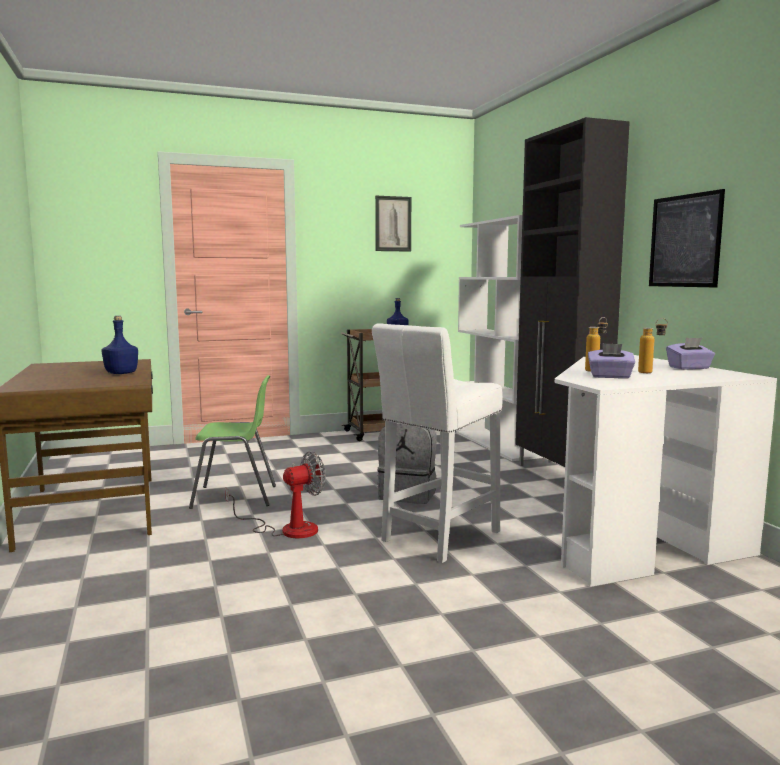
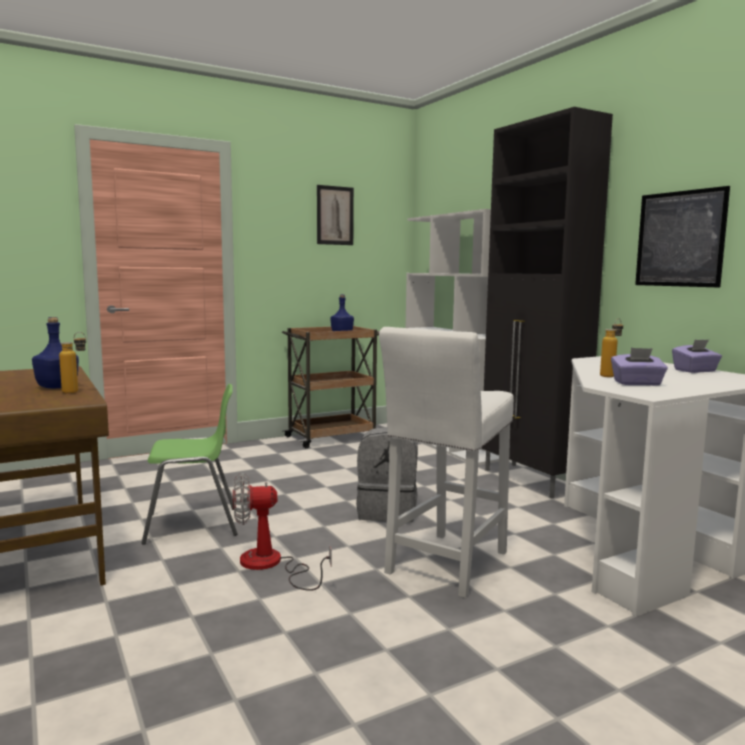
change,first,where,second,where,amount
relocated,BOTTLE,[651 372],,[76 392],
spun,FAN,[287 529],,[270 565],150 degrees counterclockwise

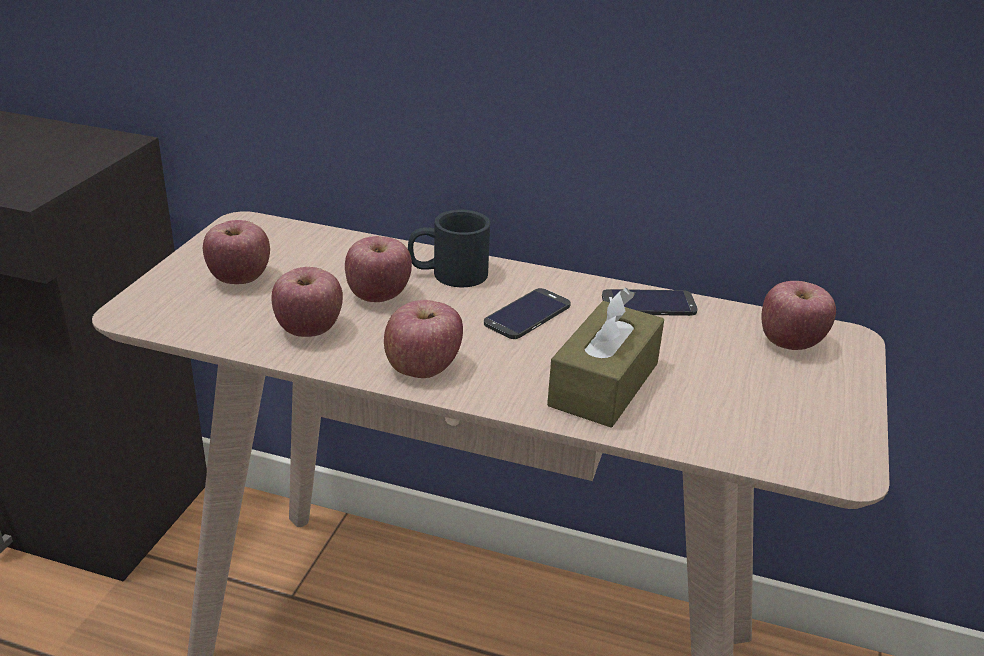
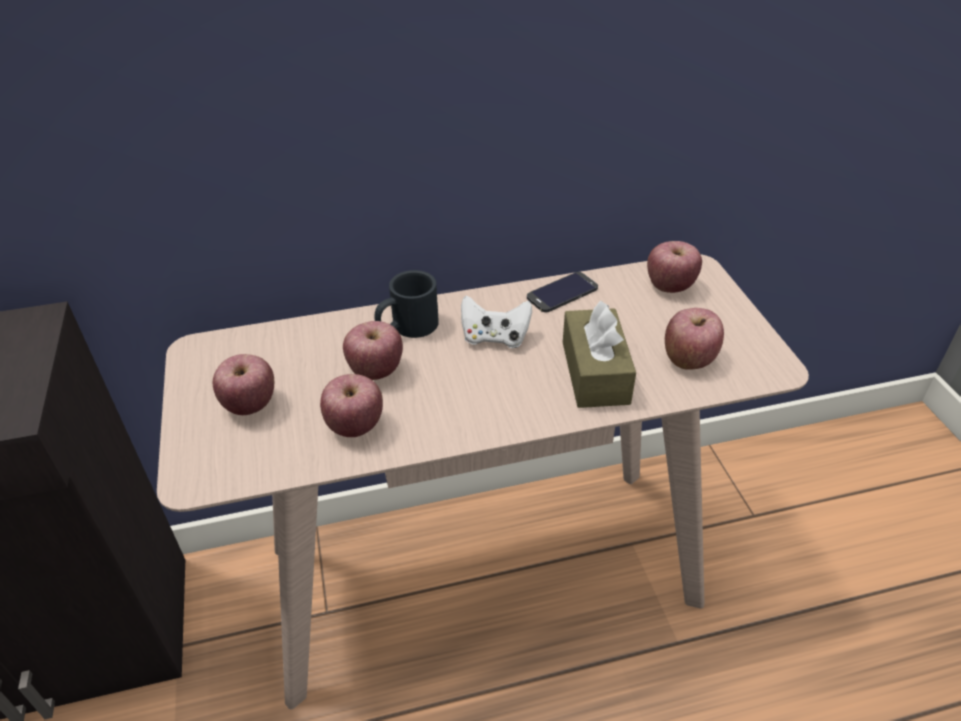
change,first,where,second,where,amount
relocated,APPLE,[422 368],,[689 359],
exchanged,PHONE,[528 314],WHITE GAME CONTROLLER,[495 338],

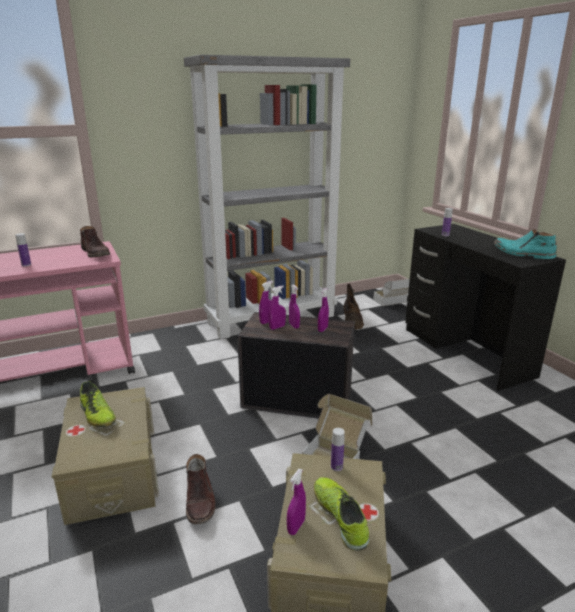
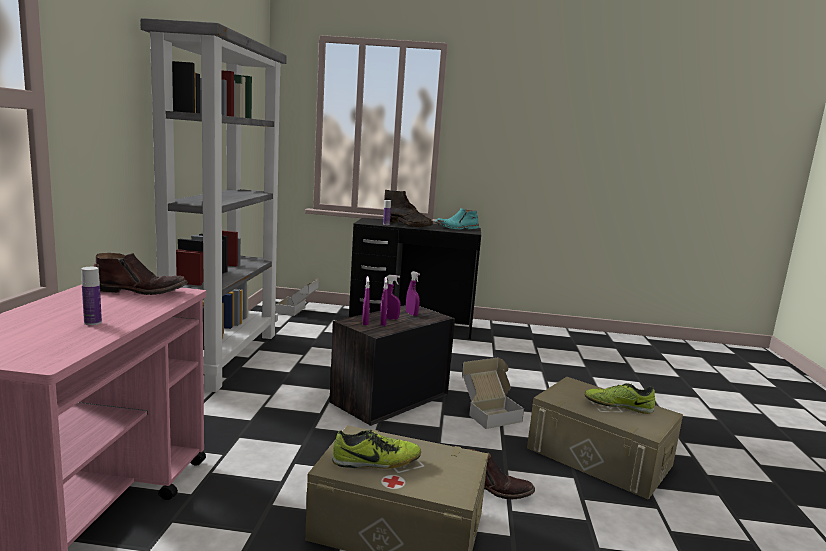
change,first,where,second,where,amount
missing,PURPLE SPRAY BOTTLE,[296 526],,,
missing,BOTTLE,[336 467],,,
relocated,BROWN BOOT,[352 321],,[407 224],

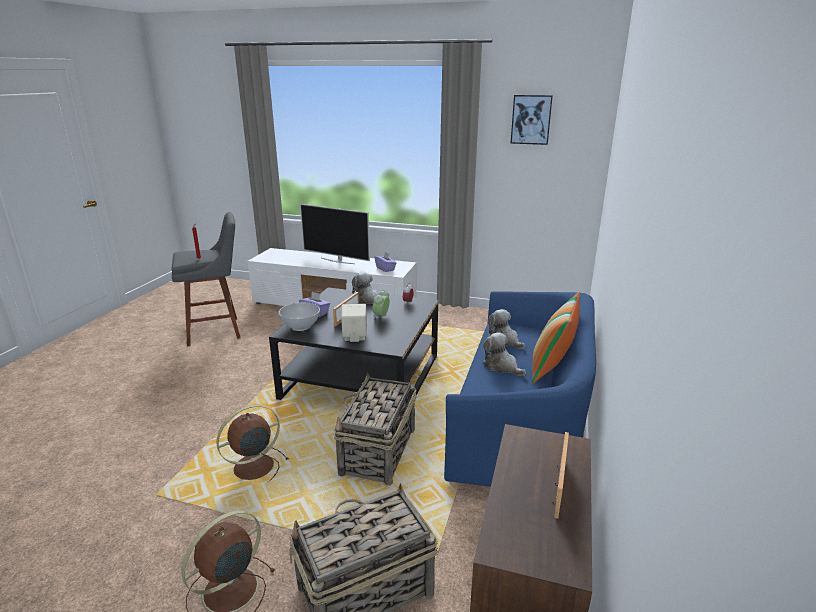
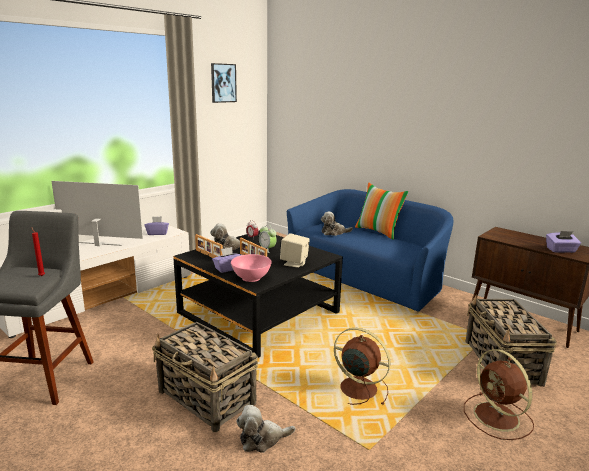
change,first,where,second,where,amount
appeared,,,PURPLE TISSUE BOX,[561 250],
relocated,BASKET,[377 452],,[207 398],
relocated,PLUSH TOY,[502 366],,[262 439],
relocated,PICTURE FRAME,[558 486],,[208 255],
colour,WHITE BOWL,[300 327],PINK BOWL,[251 278],
spun,BROWN FAN,[252 468],,[356 388],135 degrees clockwise
spun,TELEVISION,[338 261],,[99 244],135 degrees counterclockwise

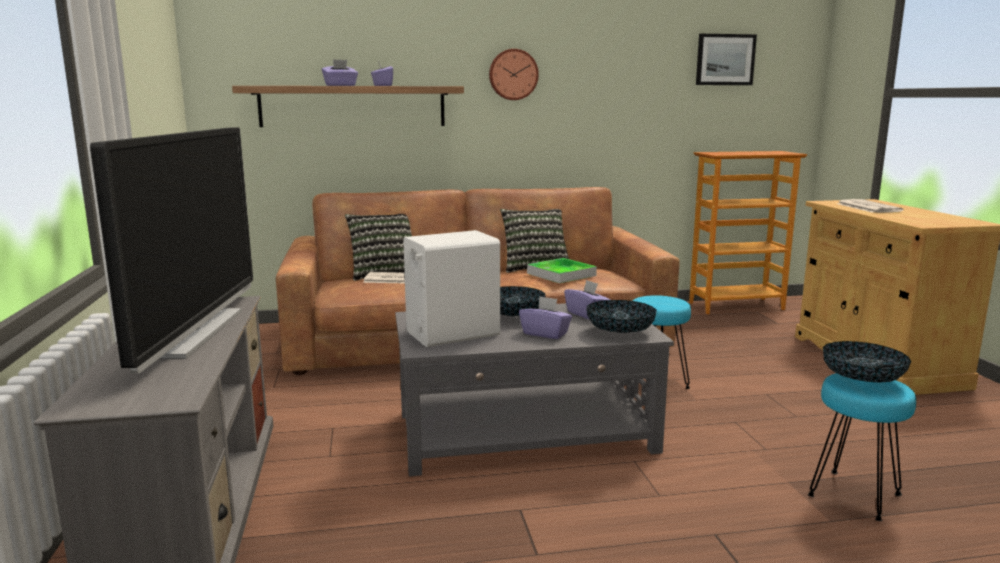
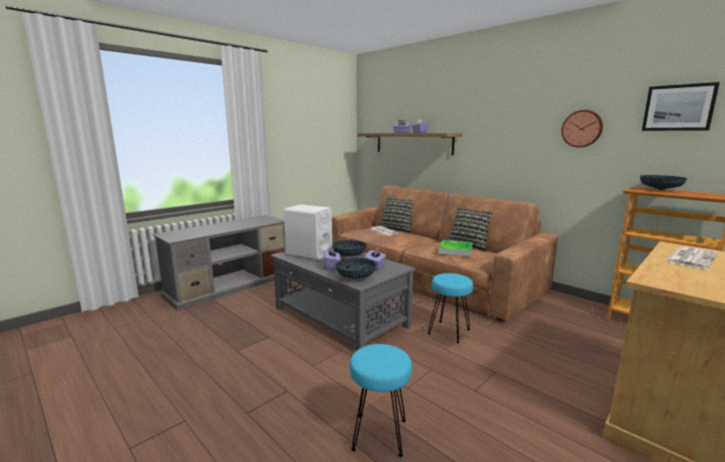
change,first,where,second,where,amount
missing,TELEVISION,[193 333],,,
relocated,WALL CLOCK,[513 74],,[582 128],
relocated,BOWL,[861 380],,[660 190],

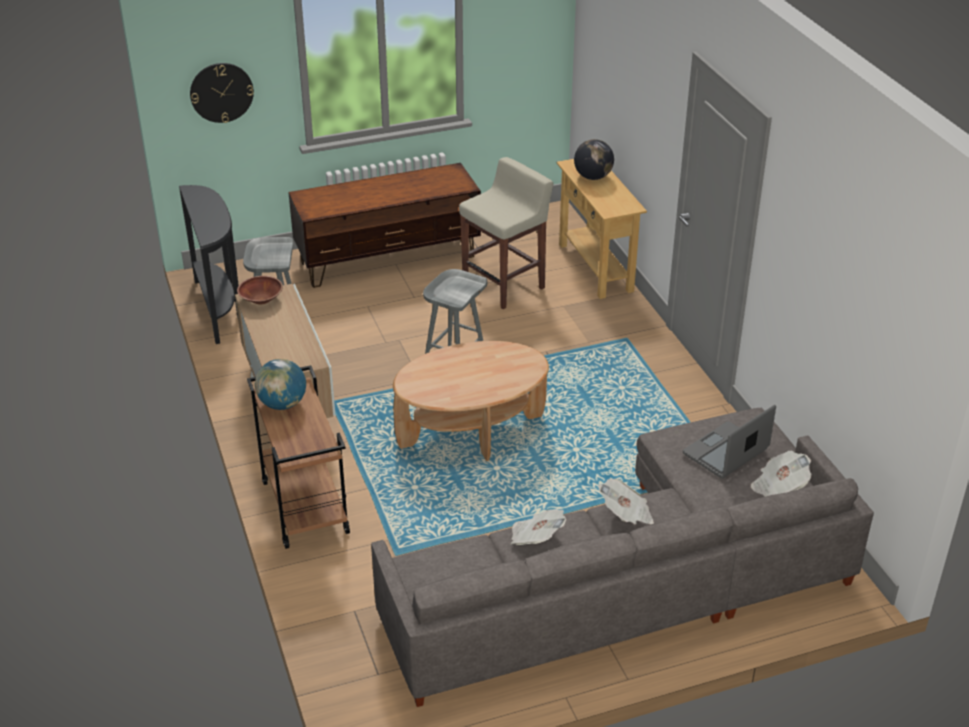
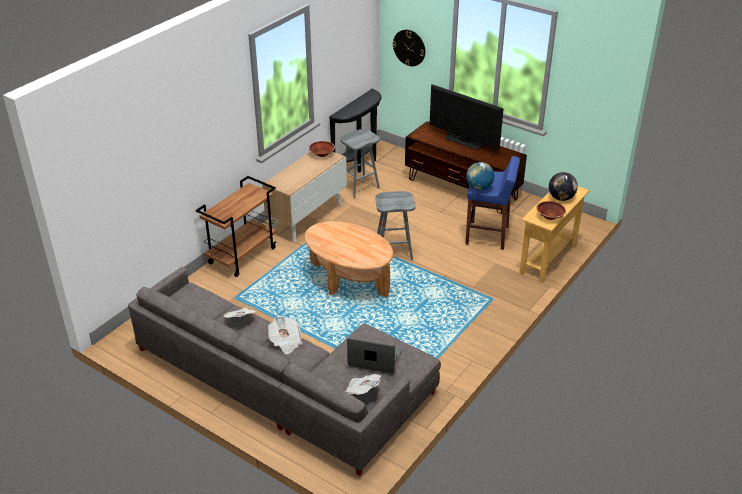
change,first,where,second,where,amount
appeared,,,TELEVISION,[464 141],
appeared,,,BROWN BOWL,[549 216],
relocated,GLOBE,[282 404],,[479 188],
colour,BEIGE STOOL,[505 286],BLUE STOOL,[488 235],

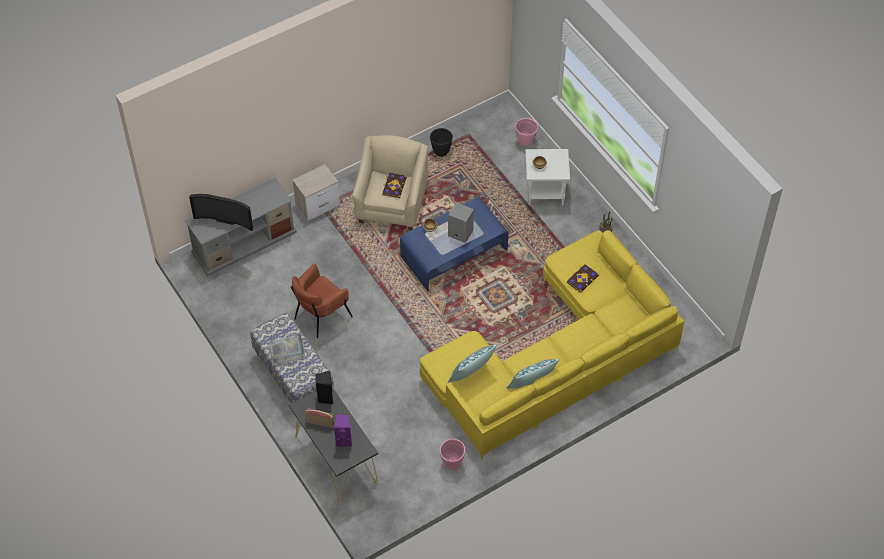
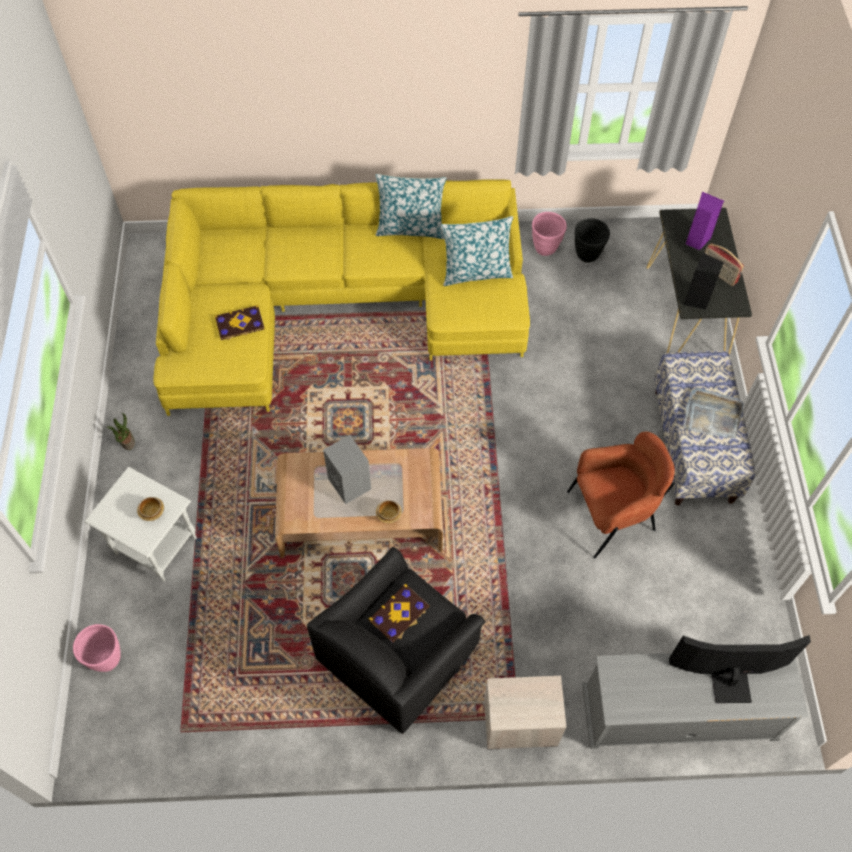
change,first,where,second,where,amount
relocated,BLACK PLANTER,[441 151],,[587 255],
colour,BEIGE ARMCHAIR,[391 204],BLACK ARMCHAIR,[398 656],
colour,BLUE COFFEE TABLE,[454 253],BROWN COFFEE TABLE,[361 515],
spun,TELEVISION,[226 218],,[730 678],45 degrees counterclockwise

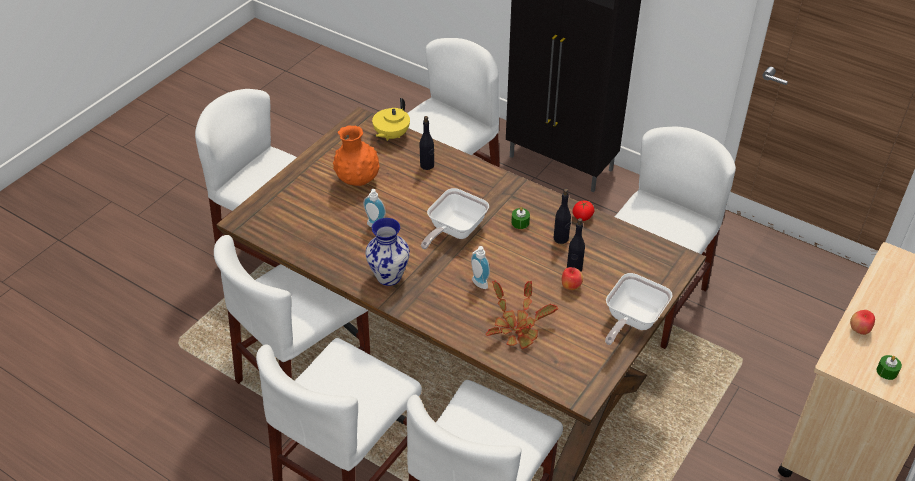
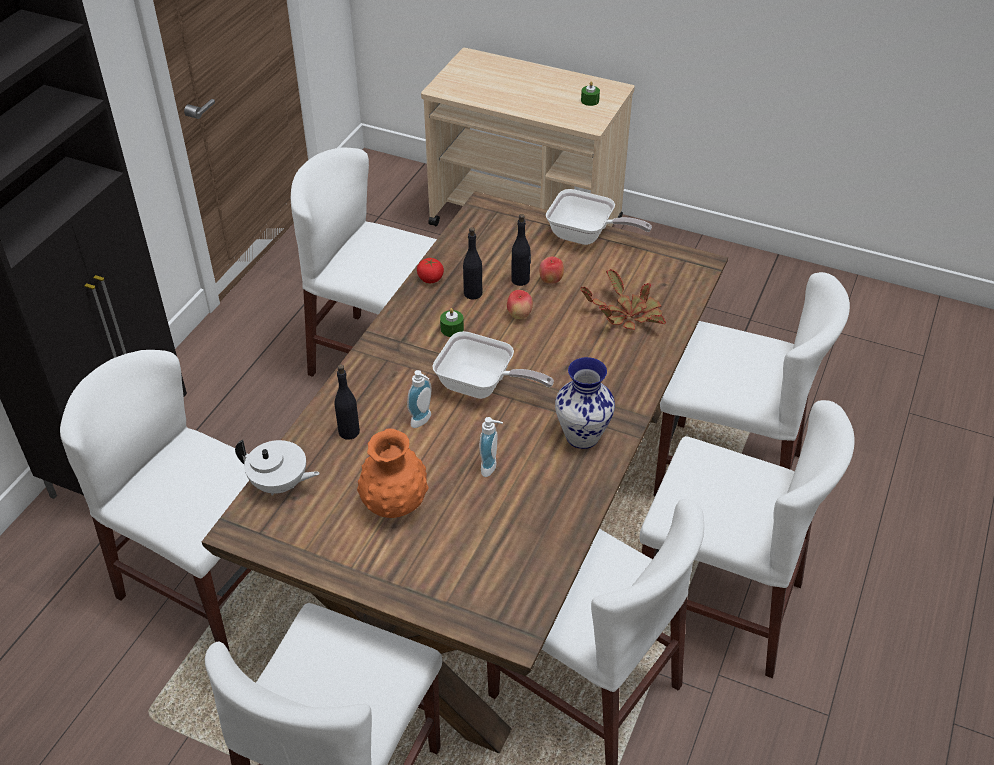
change,first,where,second,where,amount
relocated,SOAP DISPENSER,[478 284],,[423 421],
relocated,APPLE,[859 330],,[519 316],
colour,YELLOW TEAPOT,[391 135],WHITE TEAPOT,[280 484],

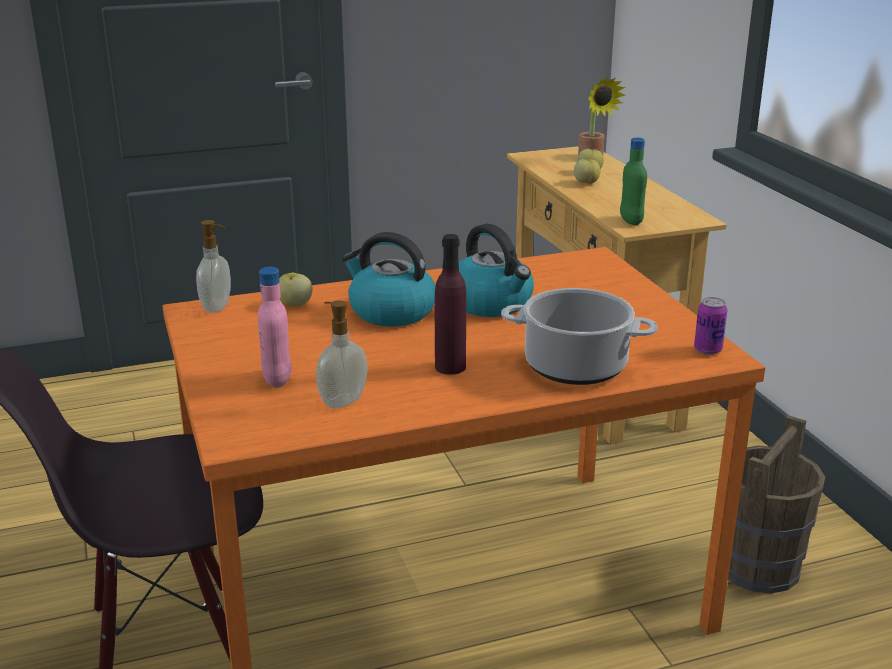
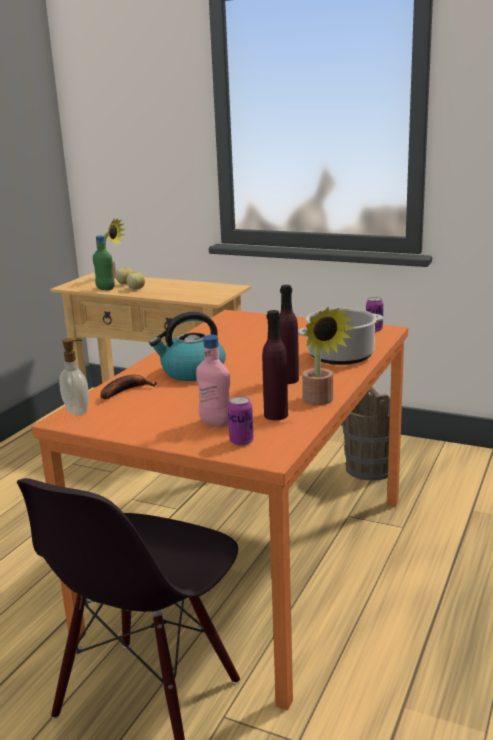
change,first,where,second,where,amount
missing,KETTLE,[491 303],,,
appeared,,,CAN,[241 441],
appeared,,,POTTED PLANT,[320 401],
relocated,GREEN BOTTLE,[631 221],,[105 289],
exchanged,APPLE,[294 304],BANANA,[126 391],
exchanged,SOAP DISPENSER,[342 401],PURPLE BOTTLE,[276 415],

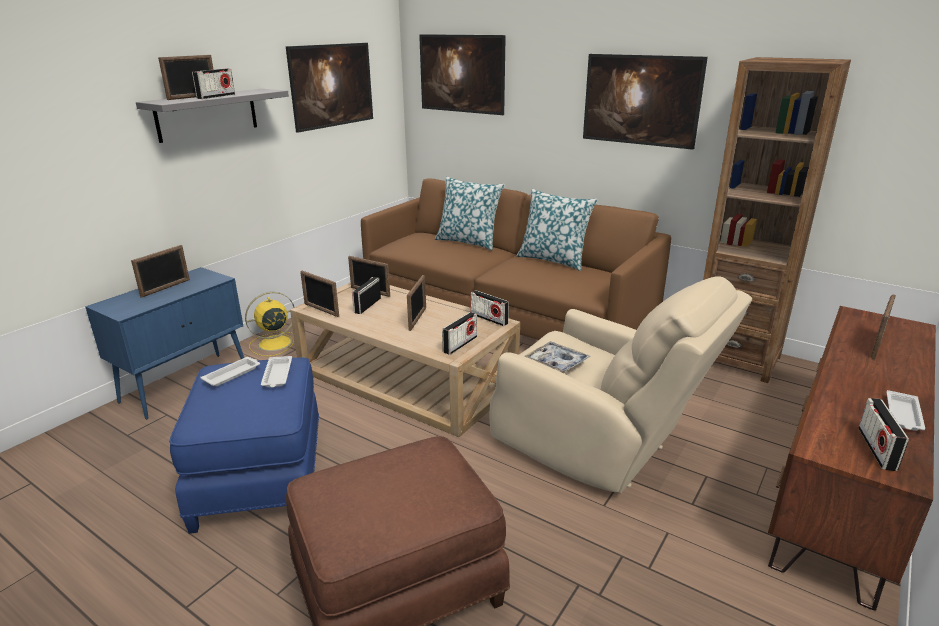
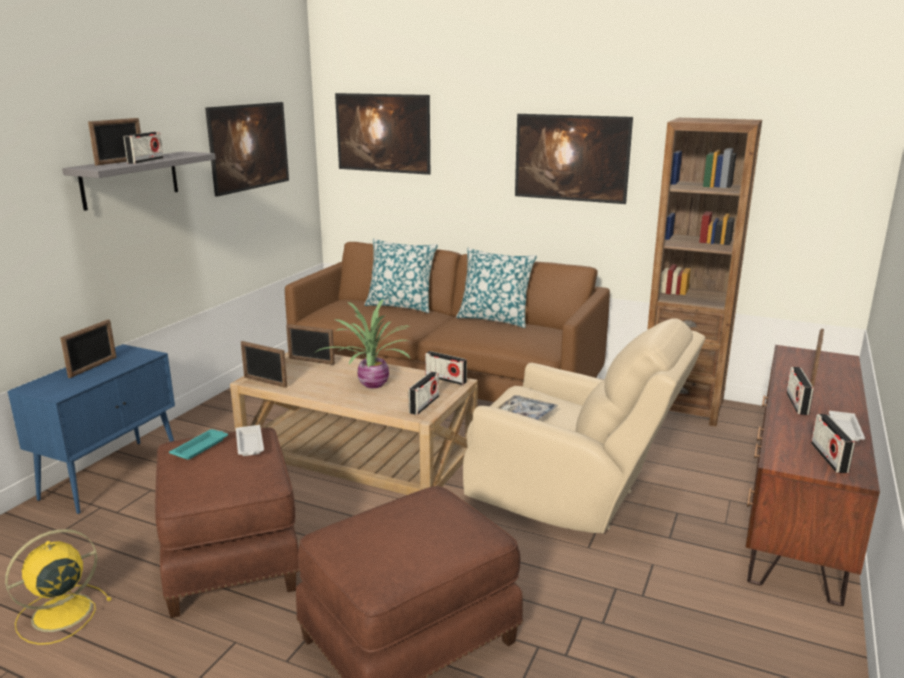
change,first,where,second,where,amount
relocated,YELLOW FAN,[273 344],,[59 614],
relocated,RADIO,[367 305],,[797 403],
exchanged,PICTURE FRAME,[417 319],POTTED PLANT,[371 384],
colour,BLUE OTTOMAN,[262 477],BROWN OTTOMAN,[232 557],
colour,WHITE TRAY,[233 374],TURQUOISE TRAY,[201 447],

